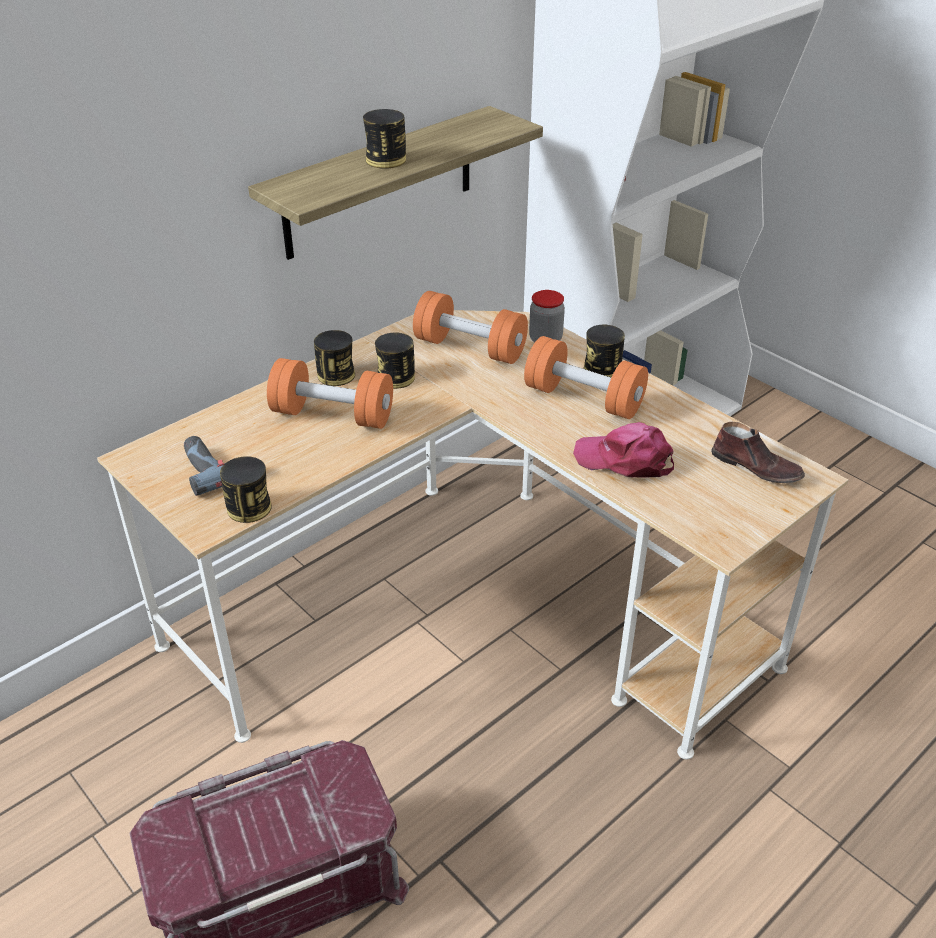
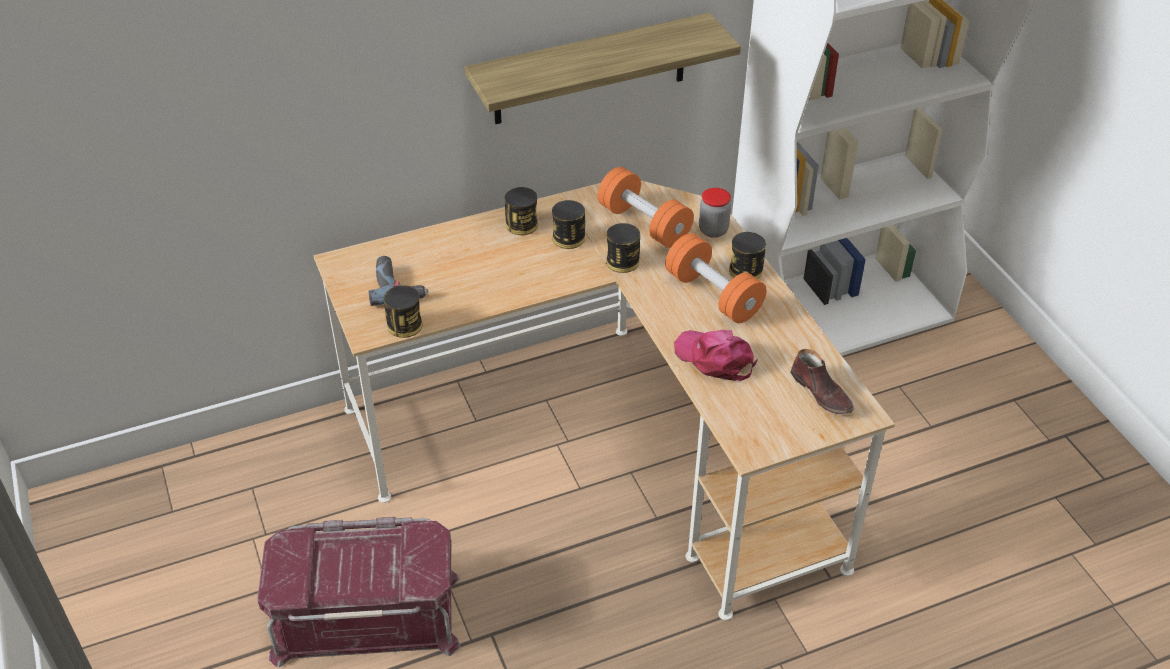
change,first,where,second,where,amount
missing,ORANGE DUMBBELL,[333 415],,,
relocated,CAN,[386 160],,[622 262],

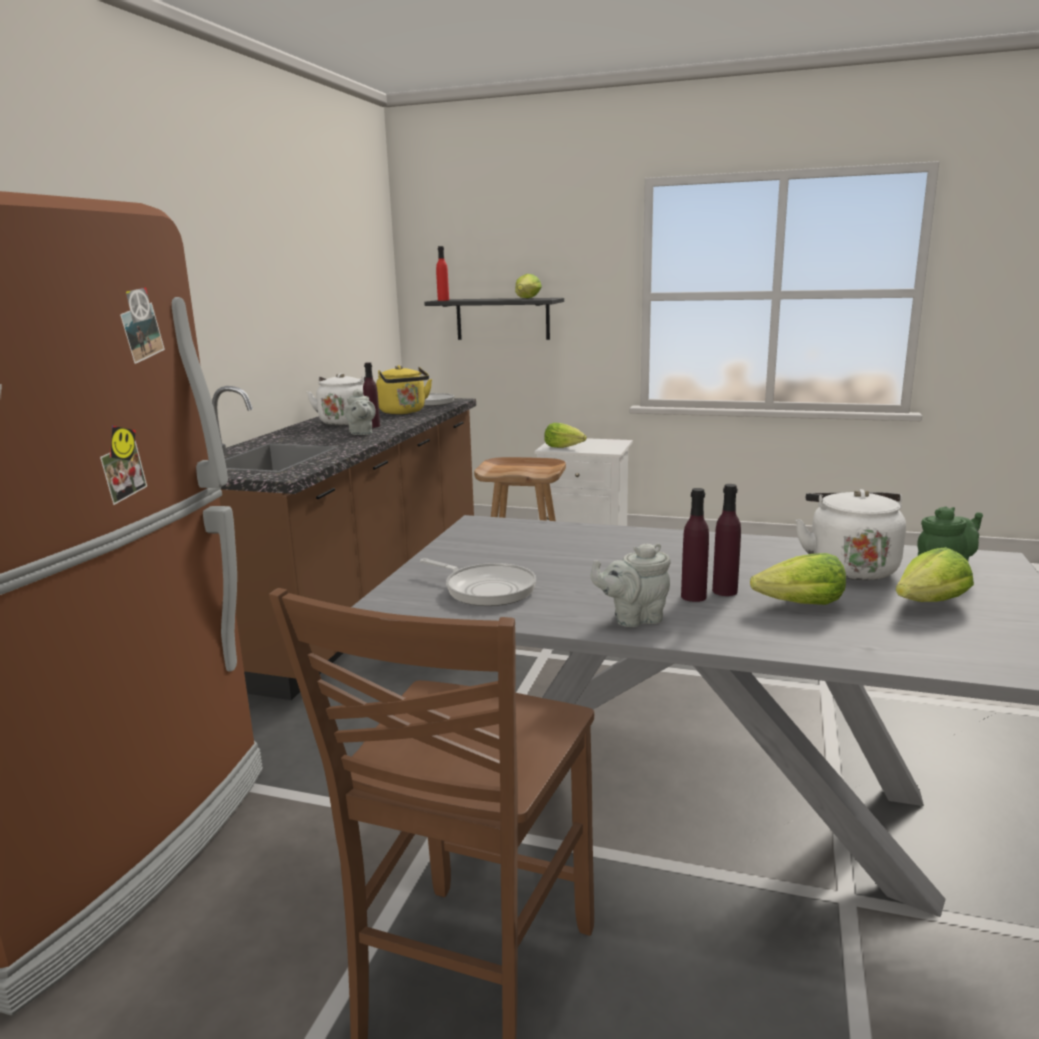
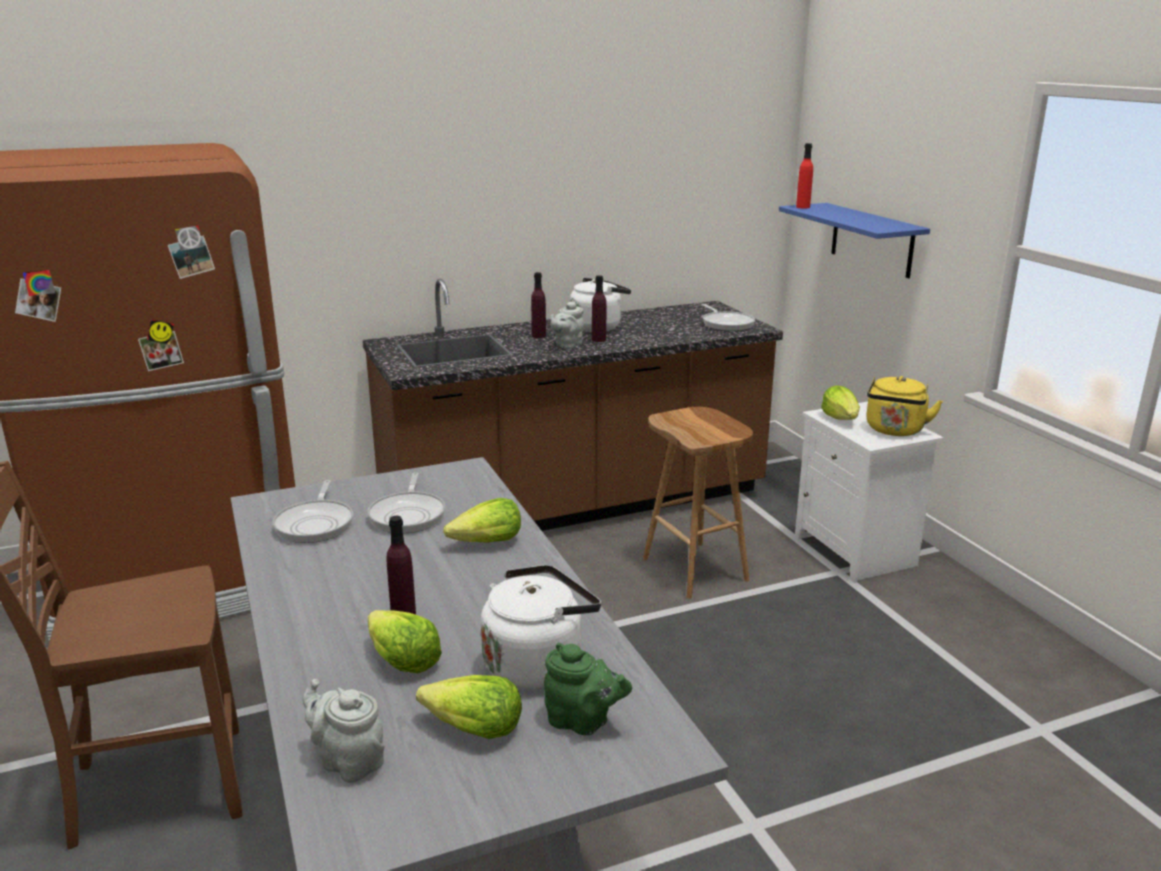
change,first,where,second,where,amount
appeared,,,FRYING PAN,[408 515],
relocated,YELLOW KETTLE,[404 412],,[894 431],
relocated,LETTUCE,[527 298],,[487 543],
relocated,GREY TEAPOT,[633 618],,[348 761],
relocated,PURPLE BOTTLE,[693 596],,[538 336],
colour,BLACK SHELF,[502 319],BLUE SHELF,[872 240],

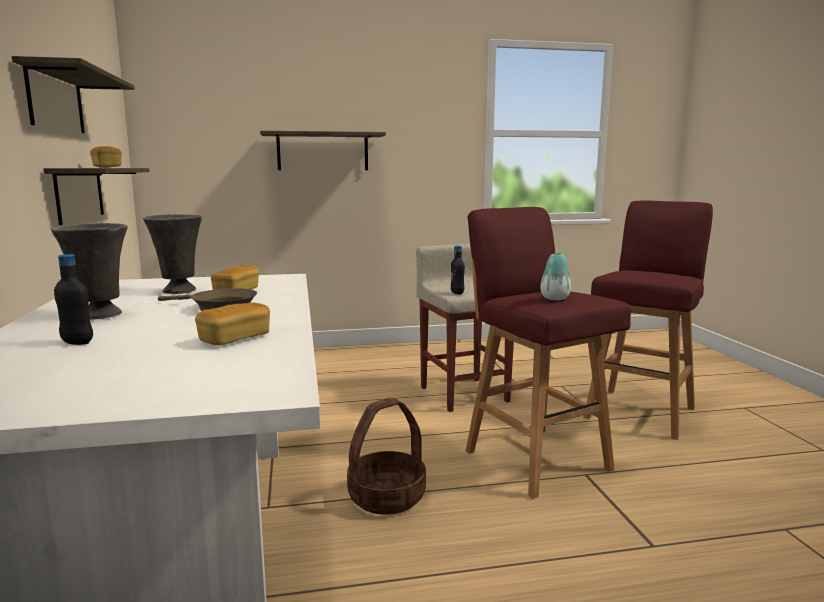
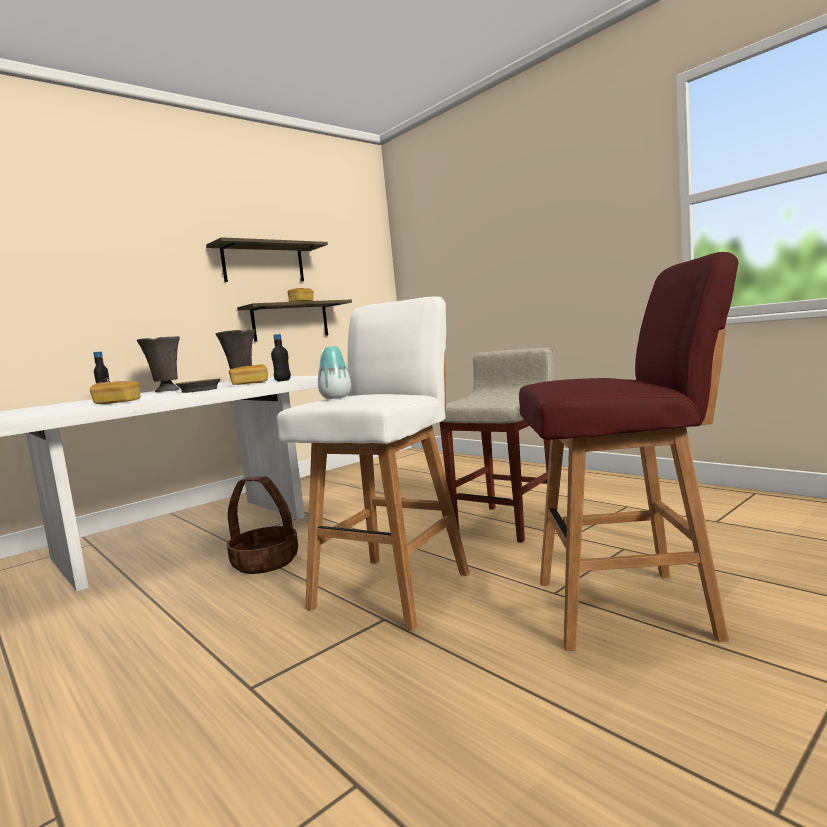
change,first,where,second,where,amount
missing,SHELF,[323 151],,,
relocated,BLACK BOTTLE,[457 293],,[283 380],
colour,RED STOOL,[535 458],WHITE STOOL,[393 588],

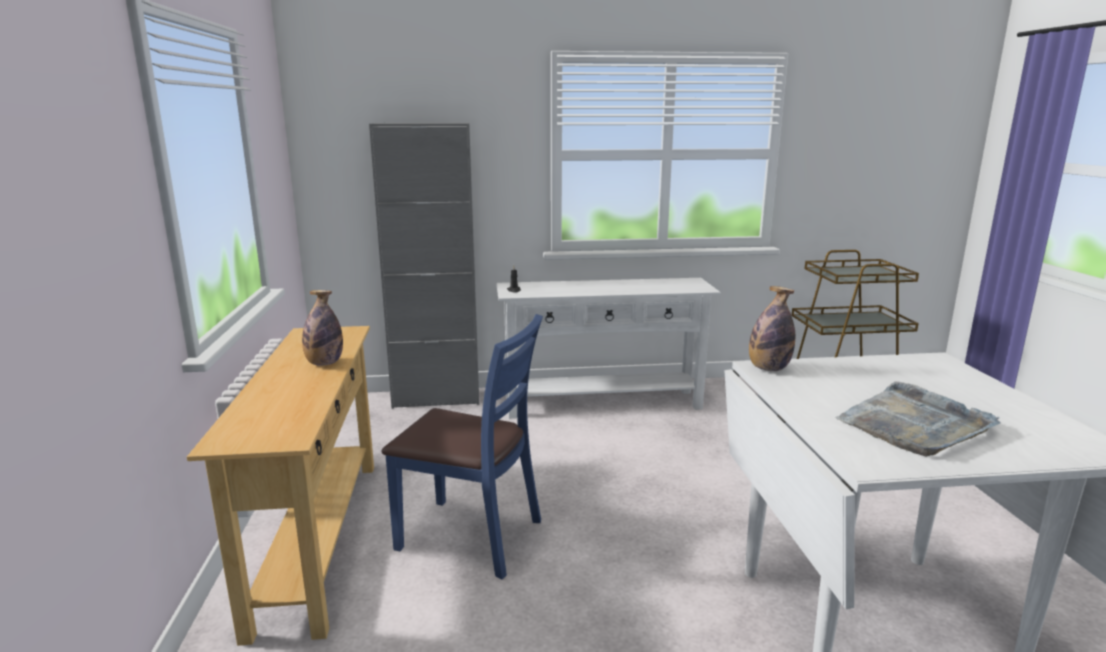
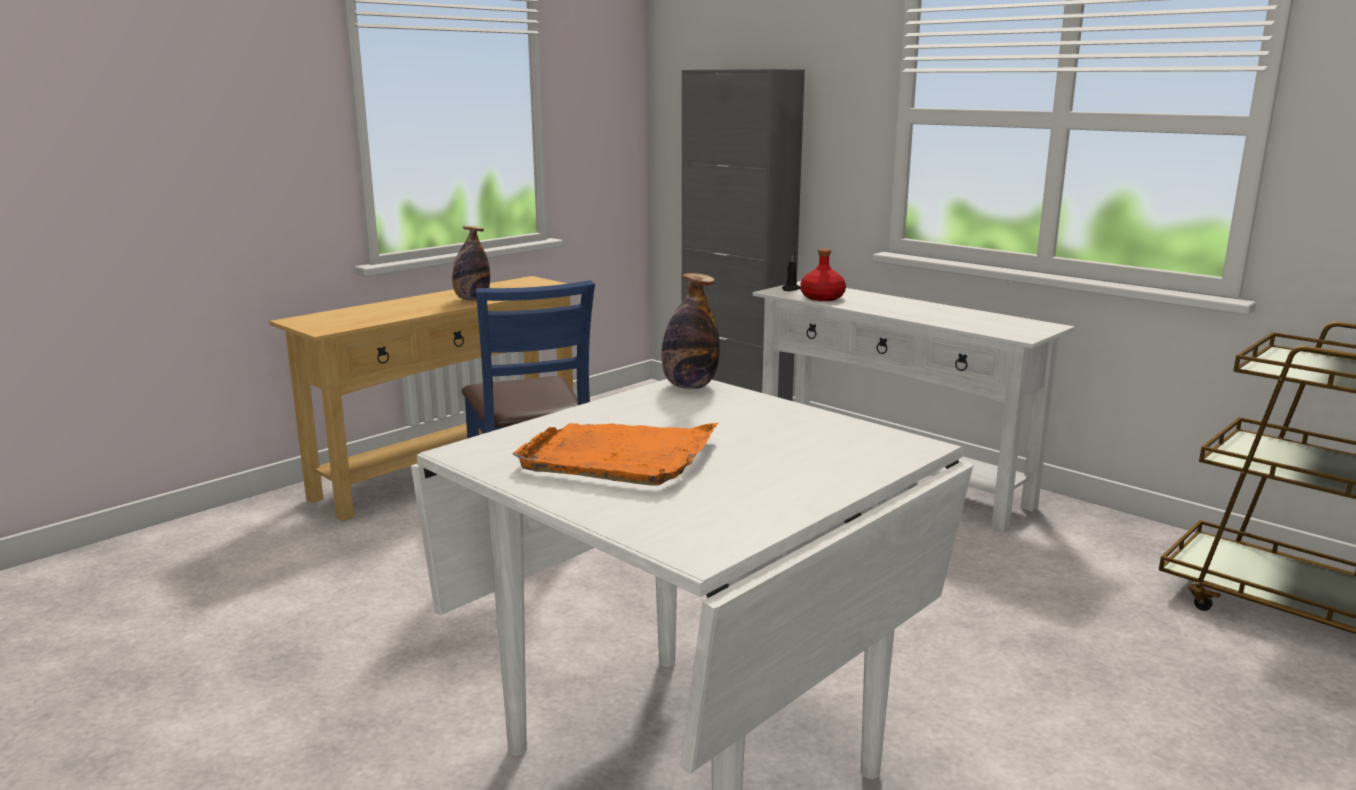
change,first,where,second,where,amount
appeared,,,RED BOTTLE,[822 297],
colour,GREY TRAY,[914 424],ORANGE TRAY,[619 456],

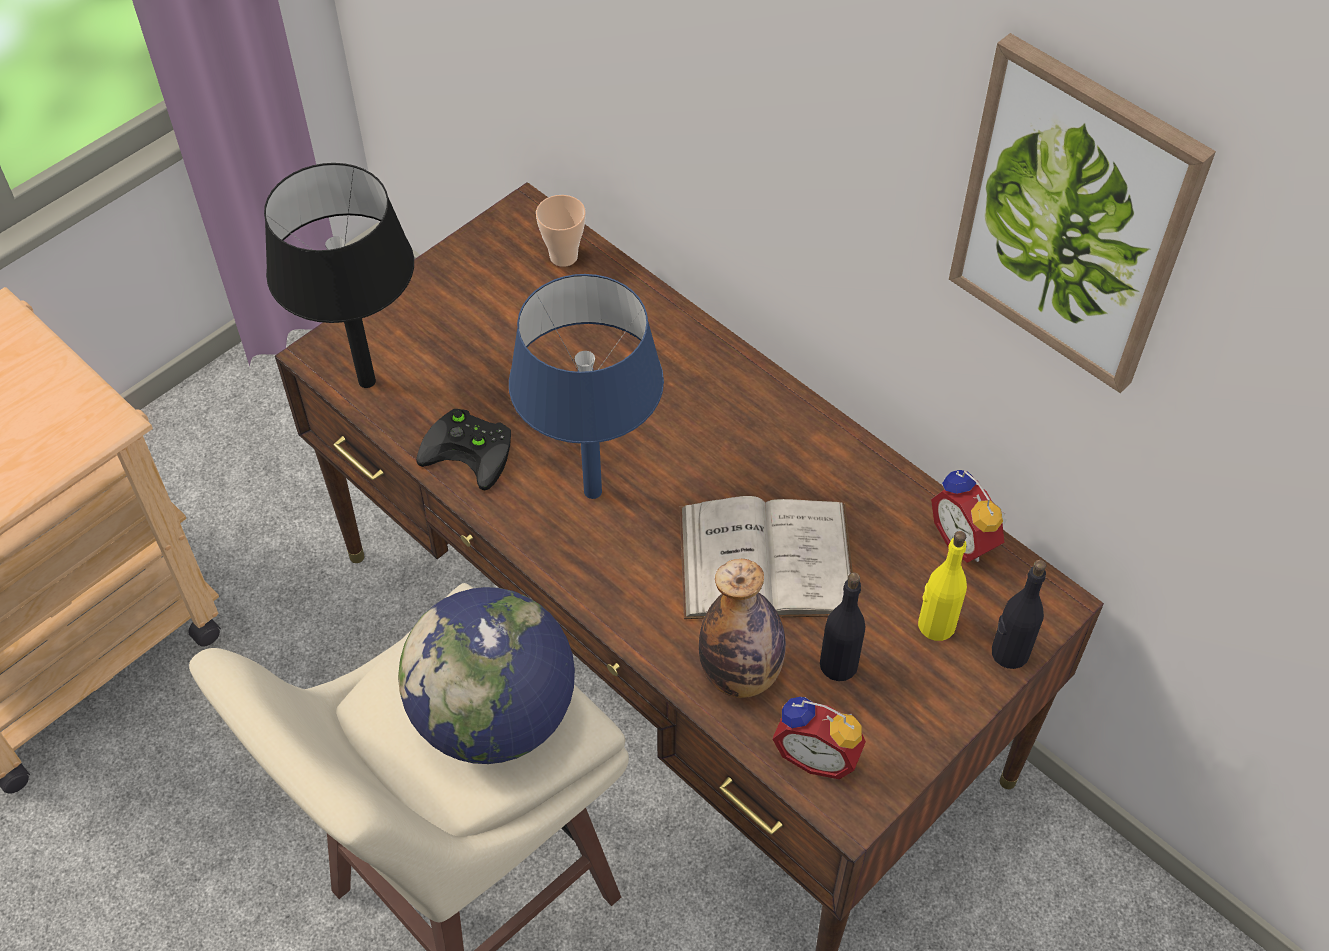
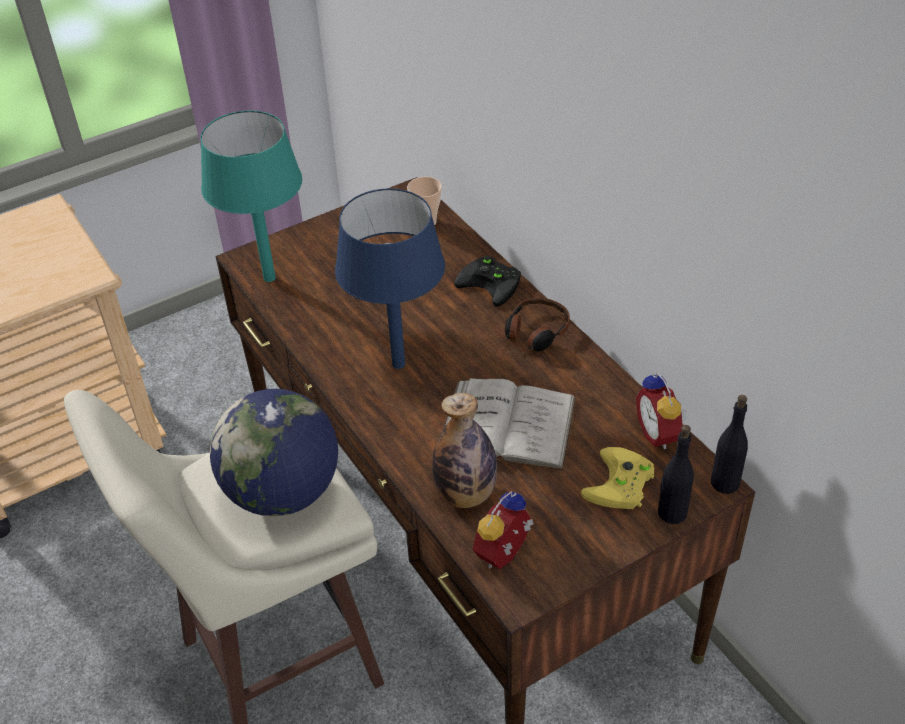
change,first,where,second,where,amount
missing,PICTURE,[1074 216],,,
appeared,,,HEADPHONES,[535 332],
relocated,BLACK GAME CONTROLLER,[472 450],,[493 283],
relocated,BLACK BOTTLE,[838 664],,[725 482],
exchanged,YELLOW BOTTLE,[936 625],YELLOW GAME CONTROLLER,[620 485],
colour,BLACK TABLE LAMP,[366 381],TURQUOISE TABLE LAMP,[269 278],
spun,ALARM CLOCK,[818 753],,[506 555],90 degrees clockwise

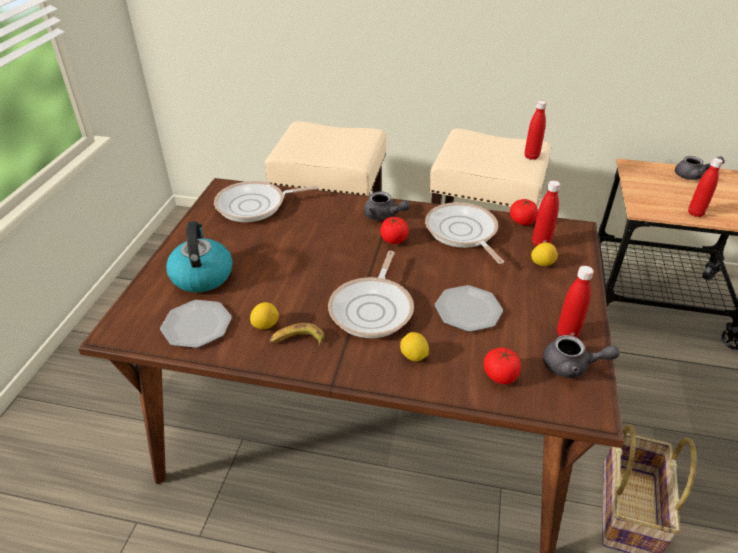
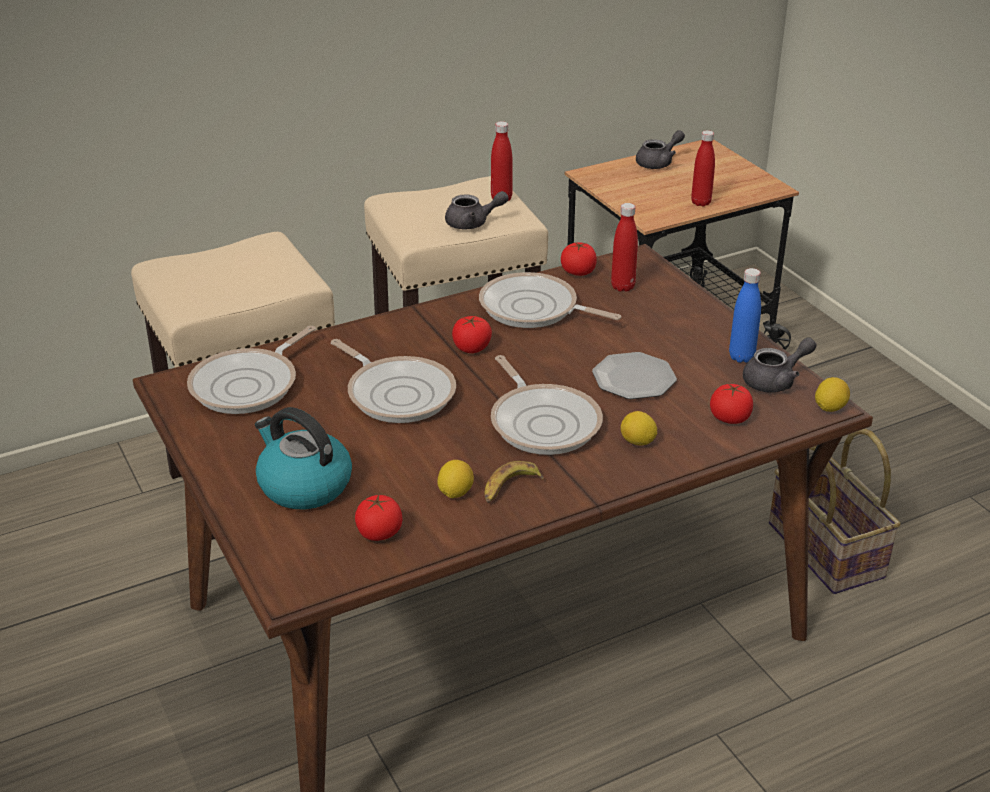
change,first,where,second,where,amount
appeared,,,FRYING PAN,[398 393],
relocated,GREY TEAPOT,[384 216],,[473 223],
relocated,LEMON,[542 263],,[829 408],
exchanged,PLATE,[196 326],TOMATO,[379 533],
colour,RED BOTTLE,[567 334],BLUE BOTTLE,[741 357],

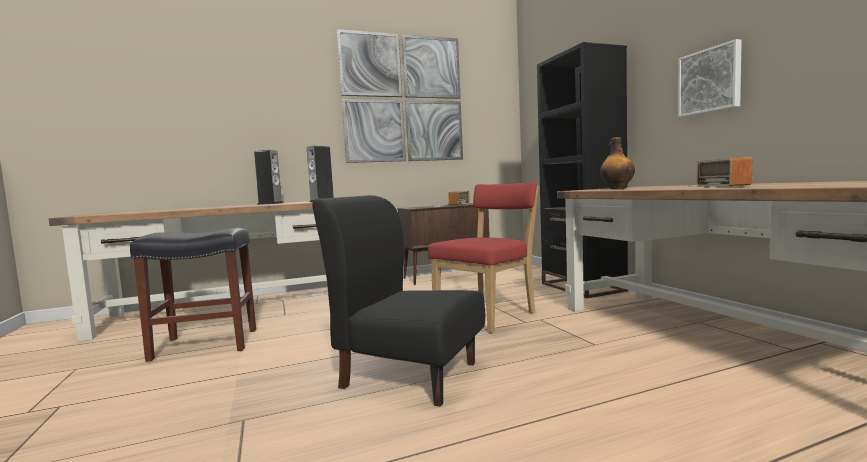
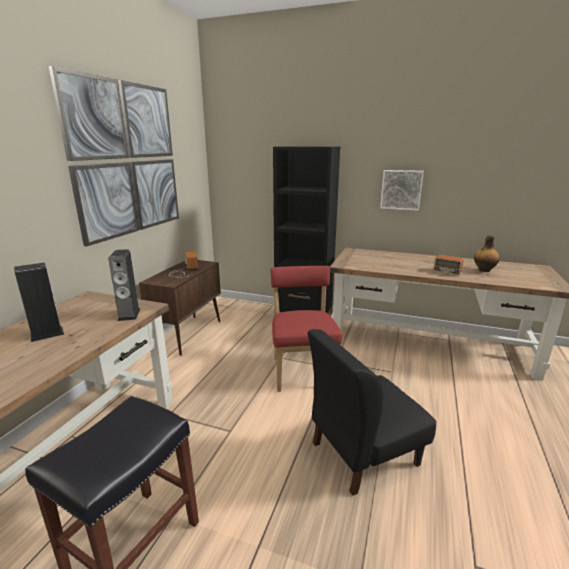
change,first,where,second,where,amount
relocated,BOTTLE,[617 188],,[483 270],

